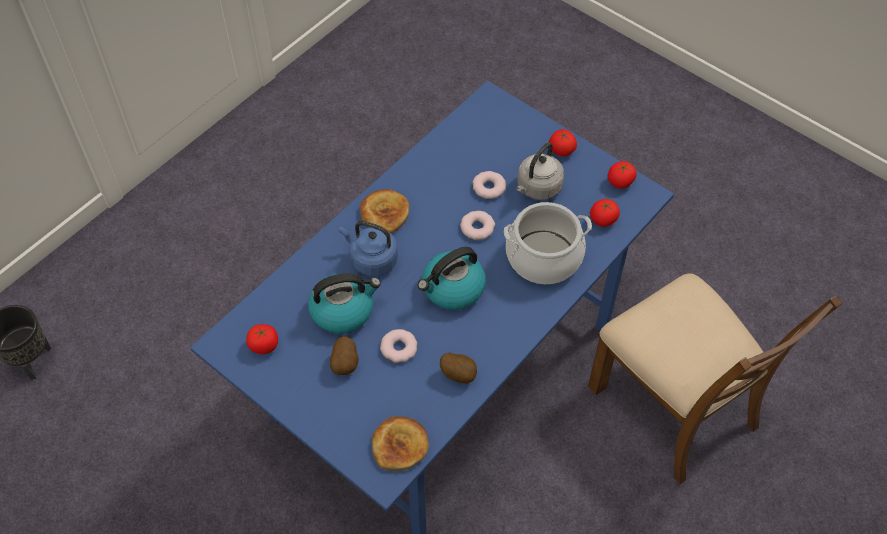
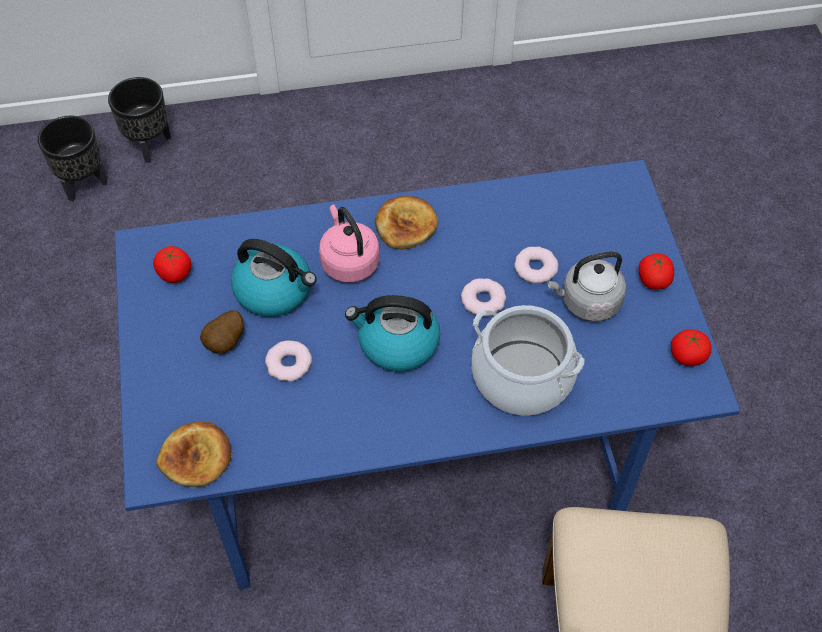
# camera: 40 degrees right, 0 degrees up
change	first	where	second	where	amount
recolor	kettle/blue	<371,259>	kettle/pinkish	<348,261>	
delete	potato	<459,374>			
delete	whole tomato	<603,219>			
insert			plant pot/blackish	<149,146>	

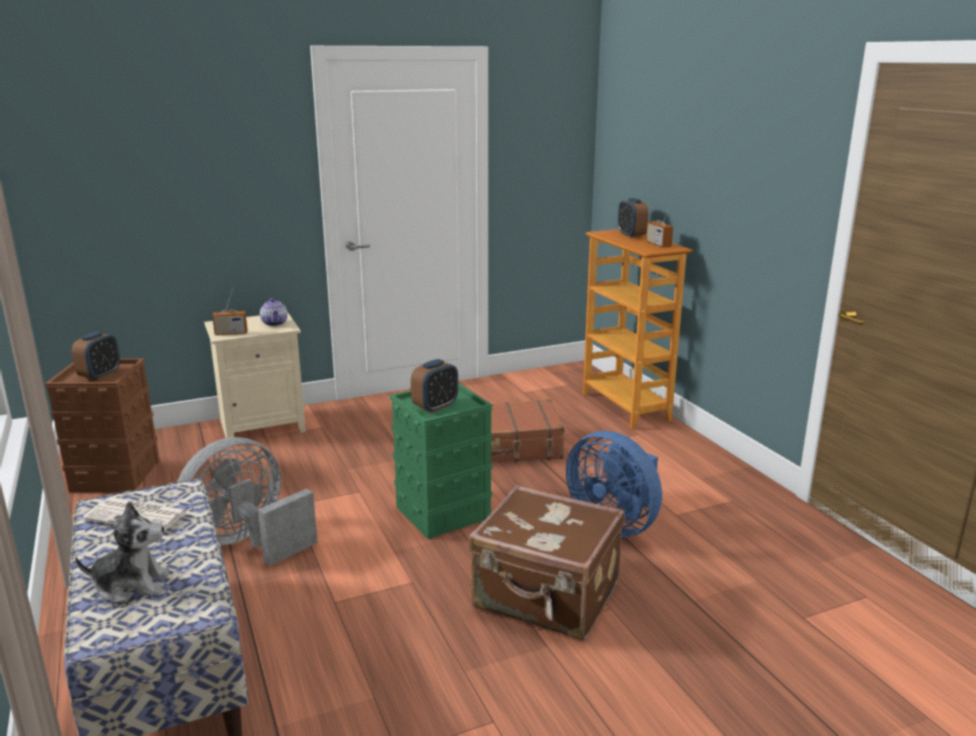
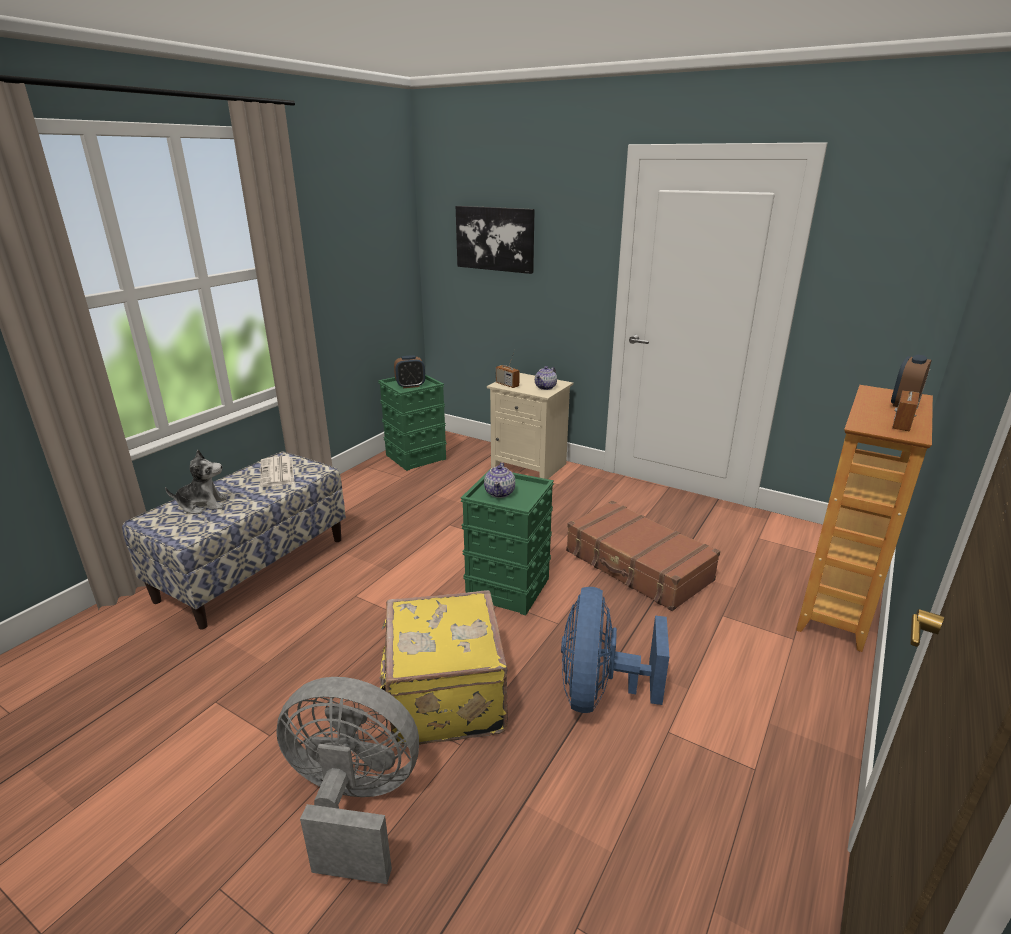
# camera: 55 degrees right, 5 degrees up
change	first	where	second	where	amount
recolor	storage box/brownish	<115,476>	storage box/green	<416,456>	
rotate	soft toy	<132,585>		<203,505>	60 degrees counterclockwise
move	fan/gray	<247,543>		<354,804>	
replace	alarm clock	<435,407>	tea pot	<500,492>	
recolor	piece of luggage/brownish	<546,597>	piece of luggage/yellow	<443,697>	
insert			wall art	<495,239>	

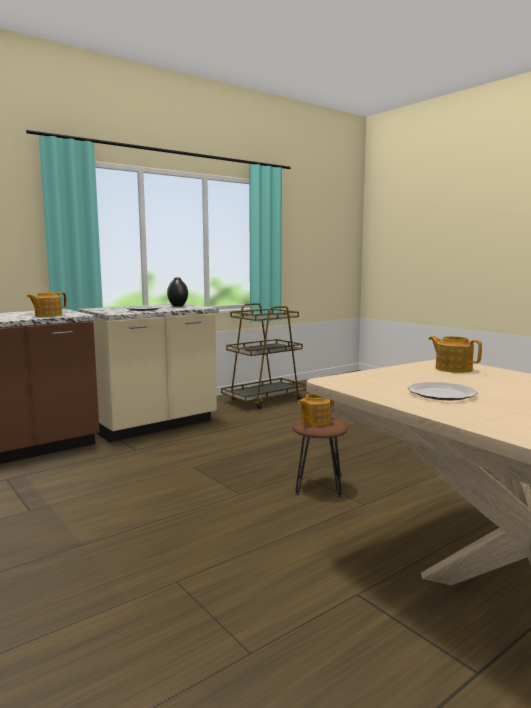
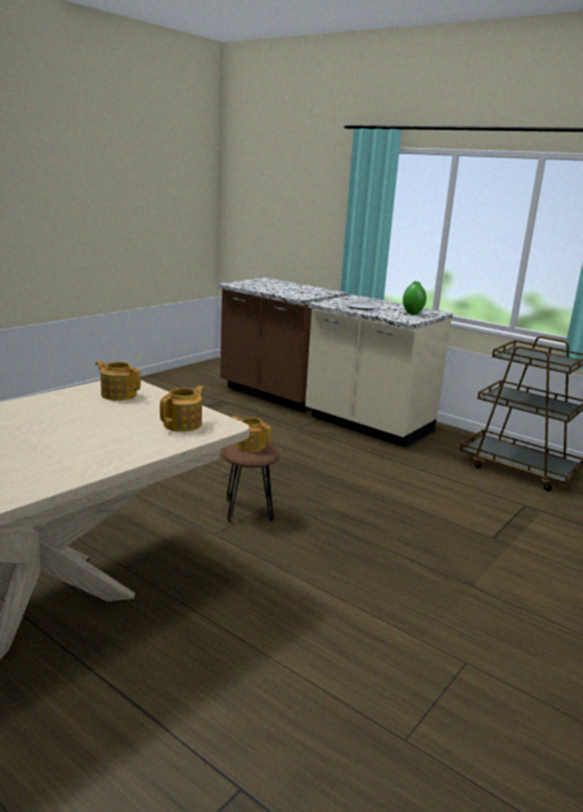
# camera: 75 degrees right, 10 degrees up
change	first	where	second	where	amount
move	tea pot	<47,315>		<118,394>	
recolor	vase/blackish	<178,306>	vase/green	<413,313>	
delete	flat dish	<442,394>			

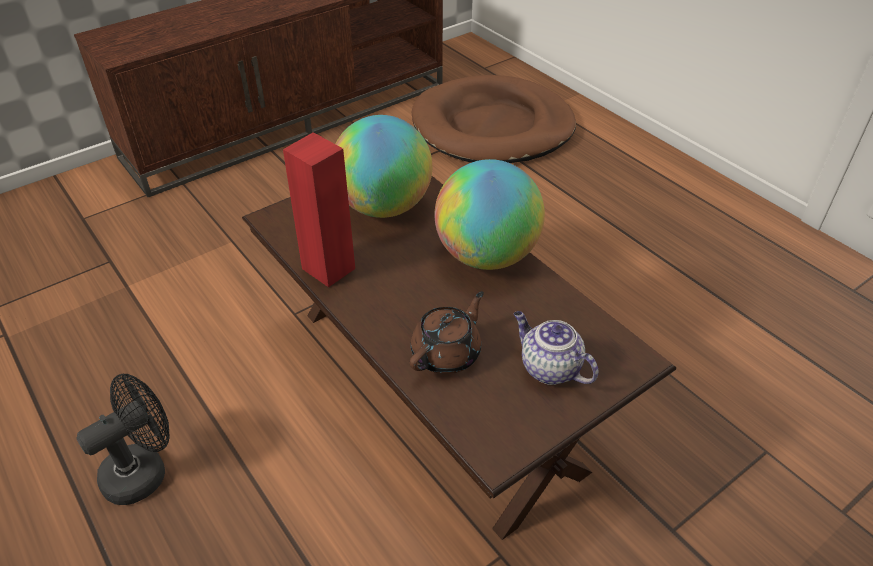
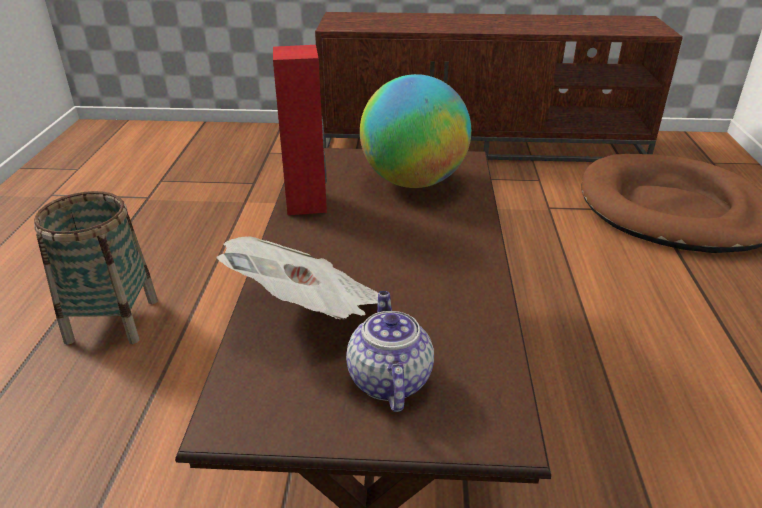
# camera: 40 degrees right, 10 degrees down
change	first	where	second	where	amount
replace	fan/blackish	<144,470>	storage basket	<112,320>	
replace	tea pot/brownish	<447,353>	printed paper	<309,310>	
delete	desk globe	<486,255>			

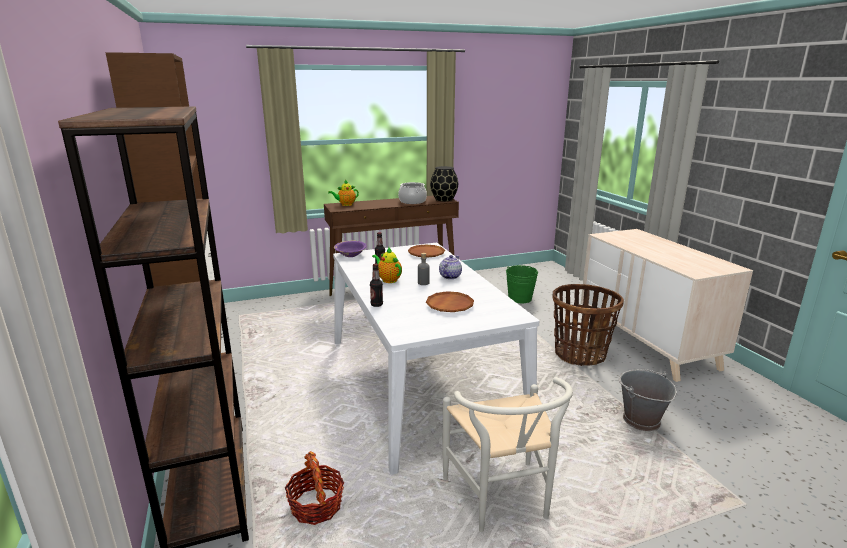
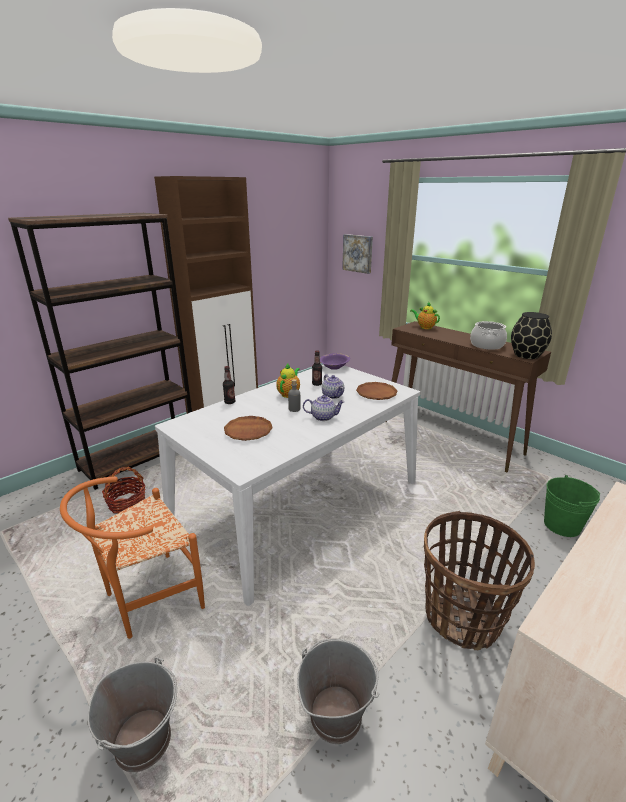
# camera: 65 degrees right, 5 degrees up
change	first	where	second	where	amount
recolor	chair/white-coloured	<502,502>	chair/orange-coloured	<146,600>	
insert			pail/gray	<144,740>	
insert			tea pot	<333,396>	
insert			wall art	<358,253>	

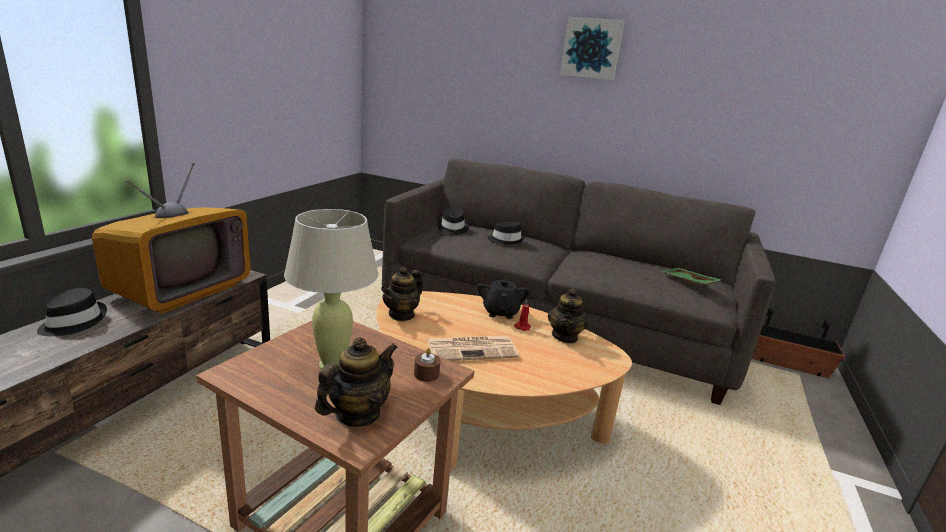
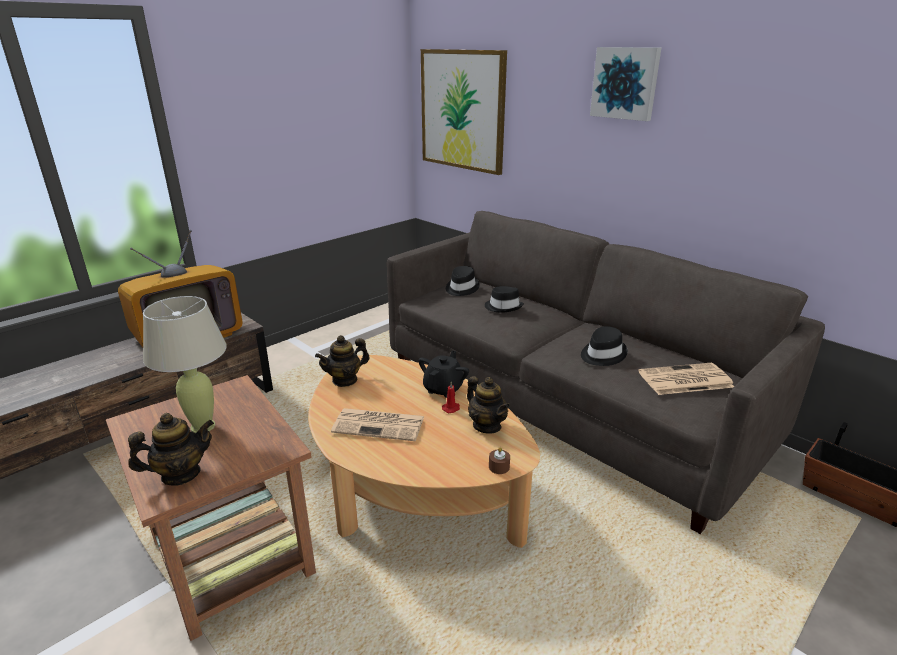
# camera: 25 degrees right, 5 degrees up
change	first	where	second	where	amount
move	hat/blackish	<73,322>		<602,354>	
move	candle/brownish	<426,374>		<499,467>	
rotate	tea pot	<565,336>		<487,425>	75 degrees counterclockwise
replace	tray/green	<688,282>	printed paper	<684,380>	
insert			wall art	<462,110>	

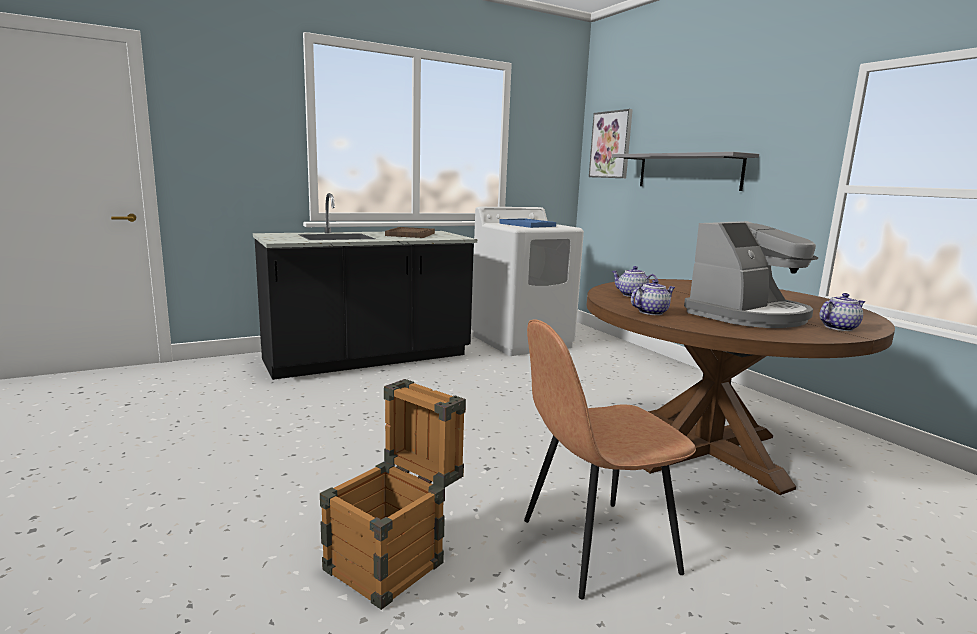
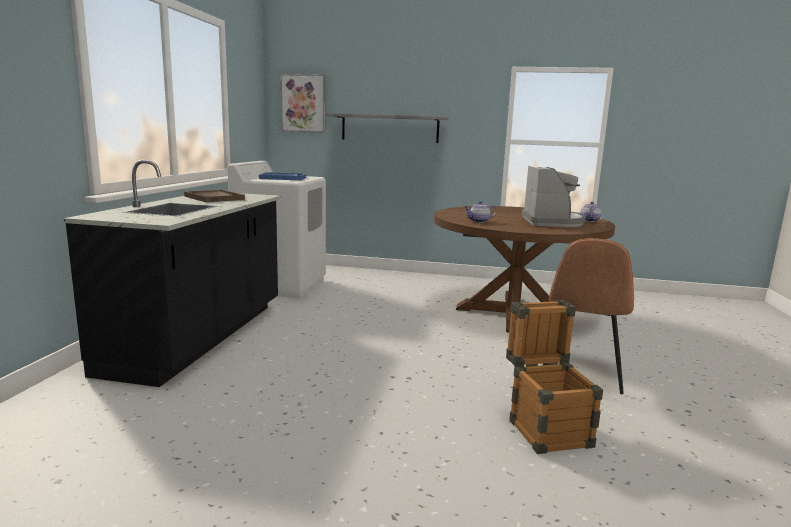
# camera: 50 degrees left, 0 degrees up
change	first	where	second	where	amount
delete	tea pot	<651,312>			

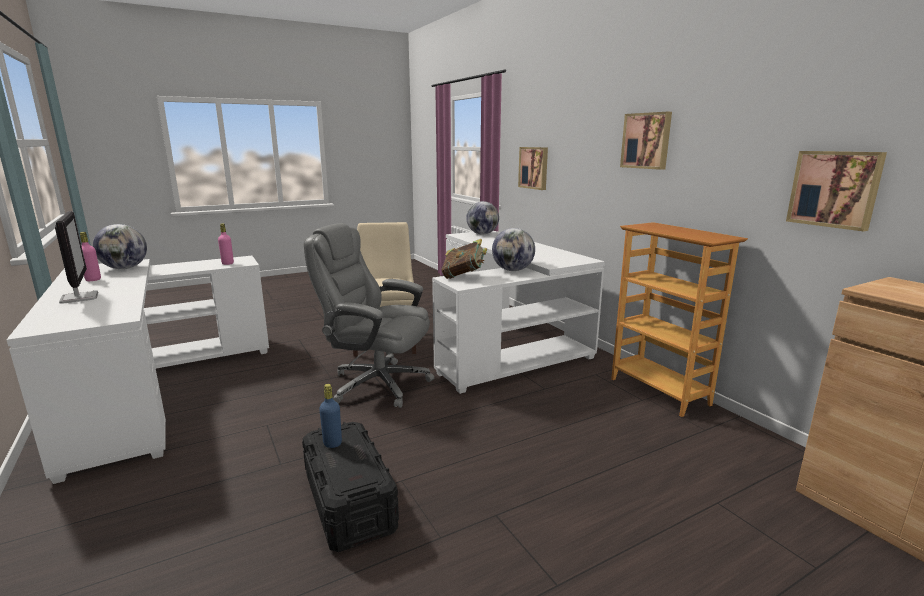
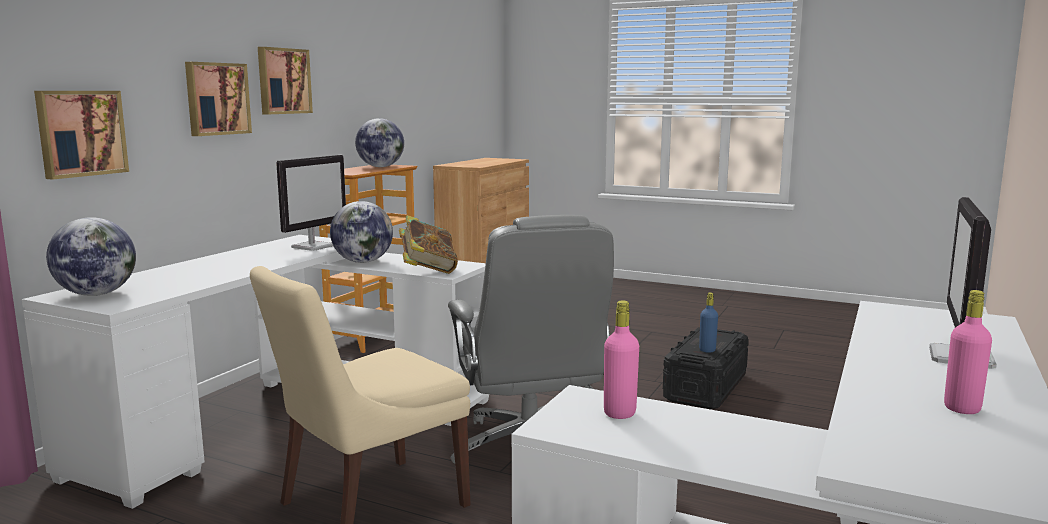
# camera: 125 degrees left, 5 degrees down
change	first	where	second	where	amount
move	desk globe	<125,268>		<380,167>	
move	wall art	<834,189>		<216,99>	
insert			monitor	<313,246>	

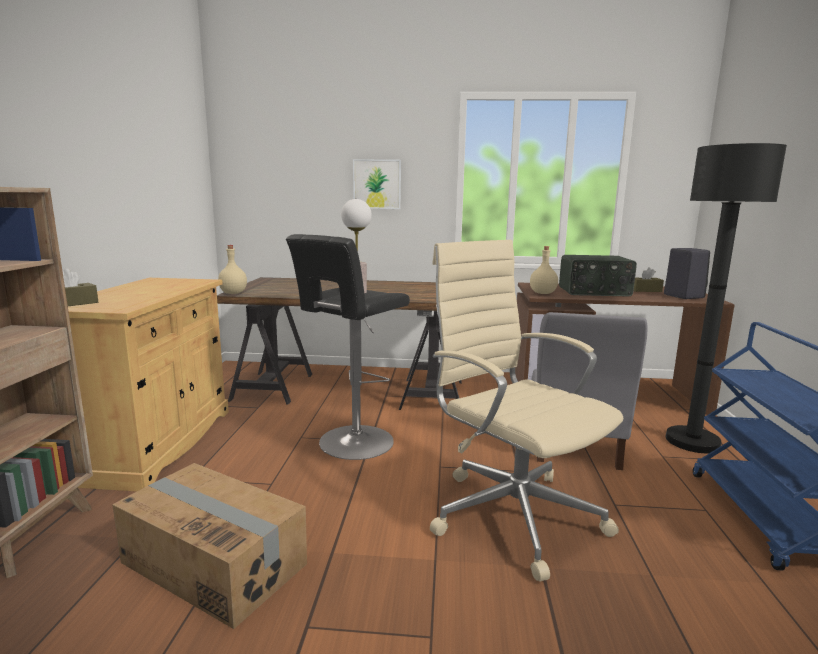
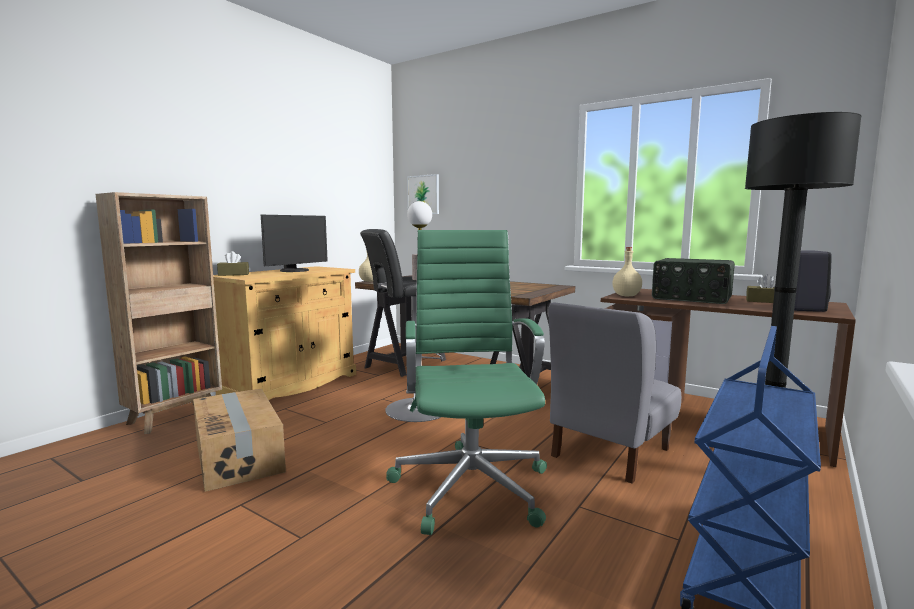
# camera: 30 degrees right, 5 degrees down
change	first	where	second	where	amount
move	wall art	<377,184>		<423,194>	
recolor	desk chair/beige-coloured	<512,513>	desk chair/green	<471,485>	
insert			monitor	<295,271>	

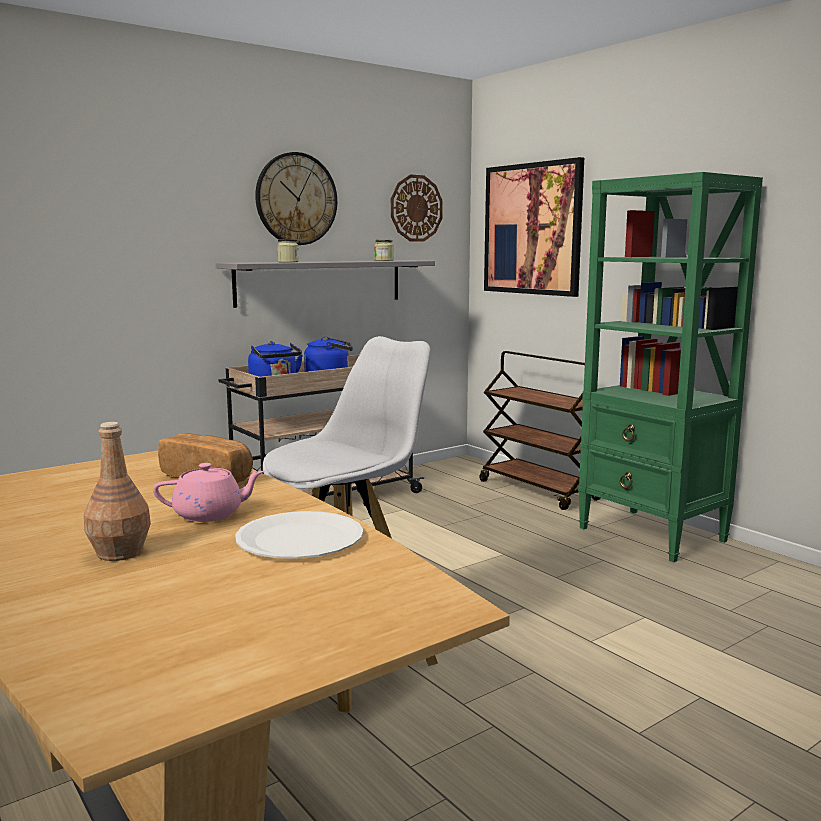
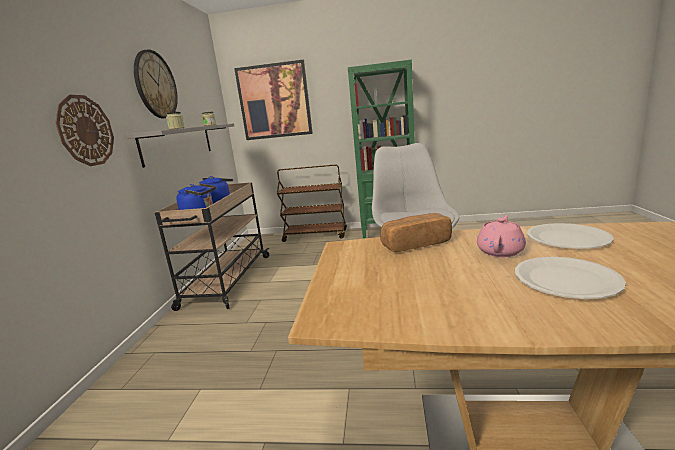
# camera: 45 degrees left, 5 degrees up
change	first	where	second	where	amount
replace	bottle/brownish	<121,552>	flat dish/white-coloured	<566,279>	
move	clock on the wall	<416,208>		<86,131>	

